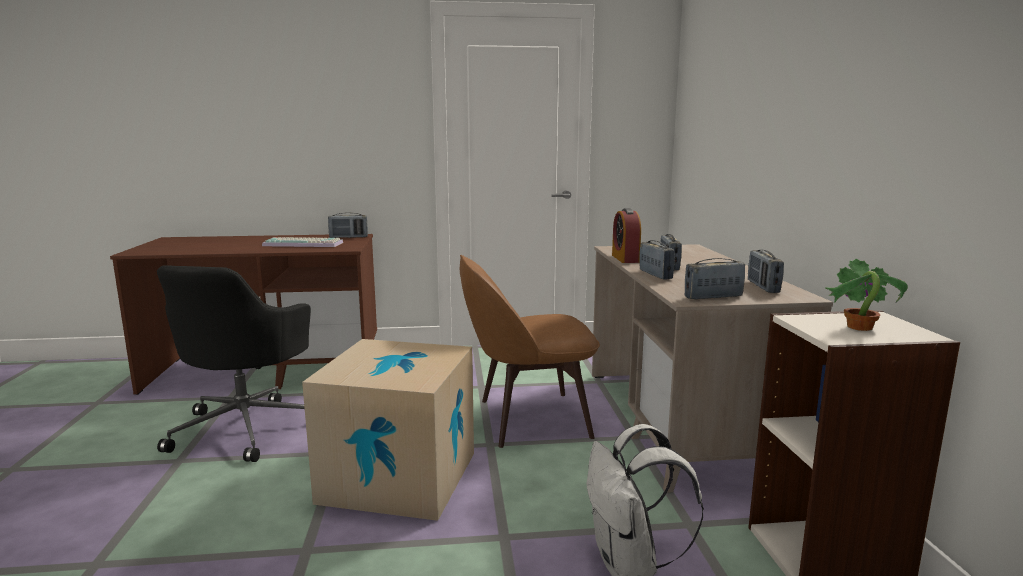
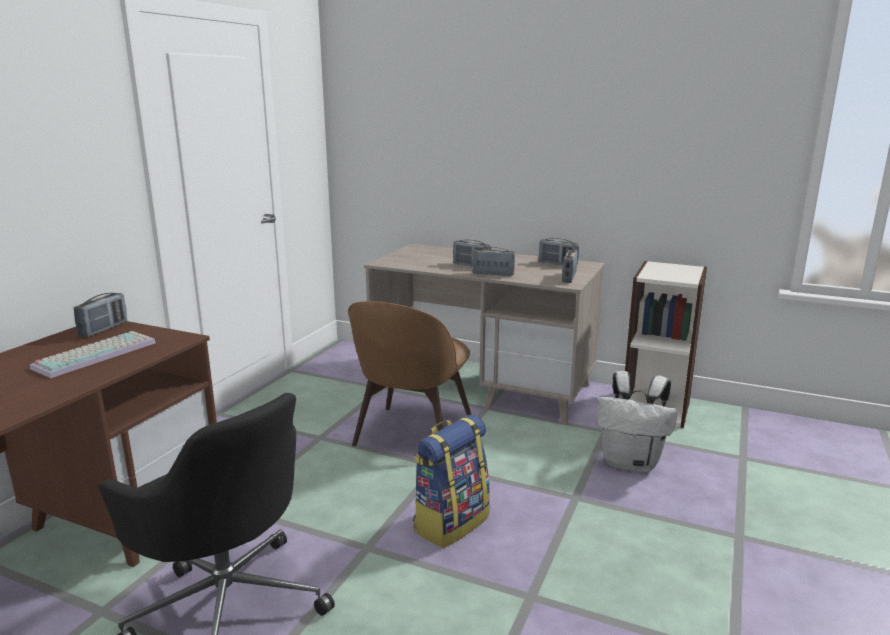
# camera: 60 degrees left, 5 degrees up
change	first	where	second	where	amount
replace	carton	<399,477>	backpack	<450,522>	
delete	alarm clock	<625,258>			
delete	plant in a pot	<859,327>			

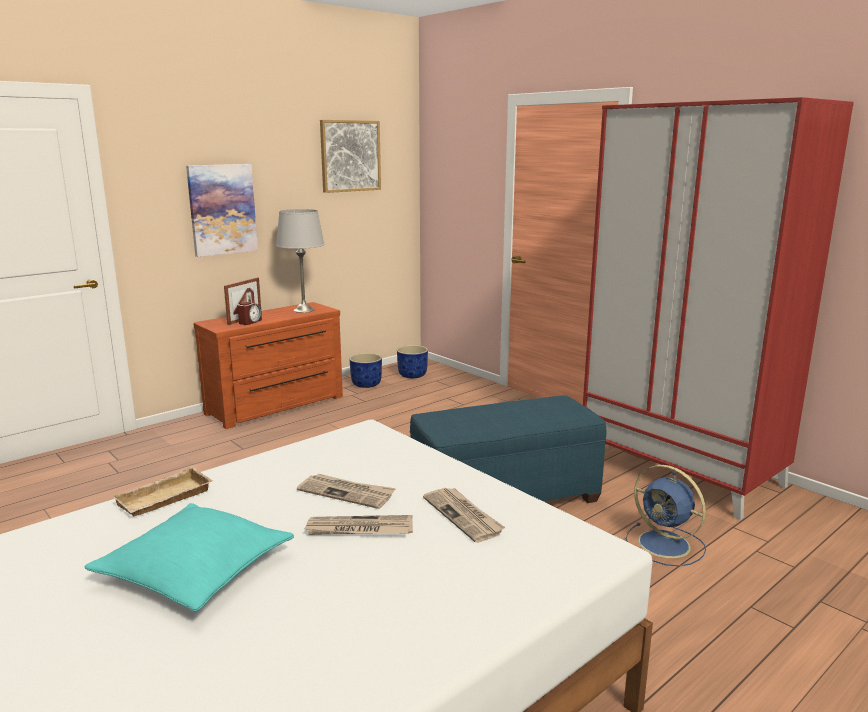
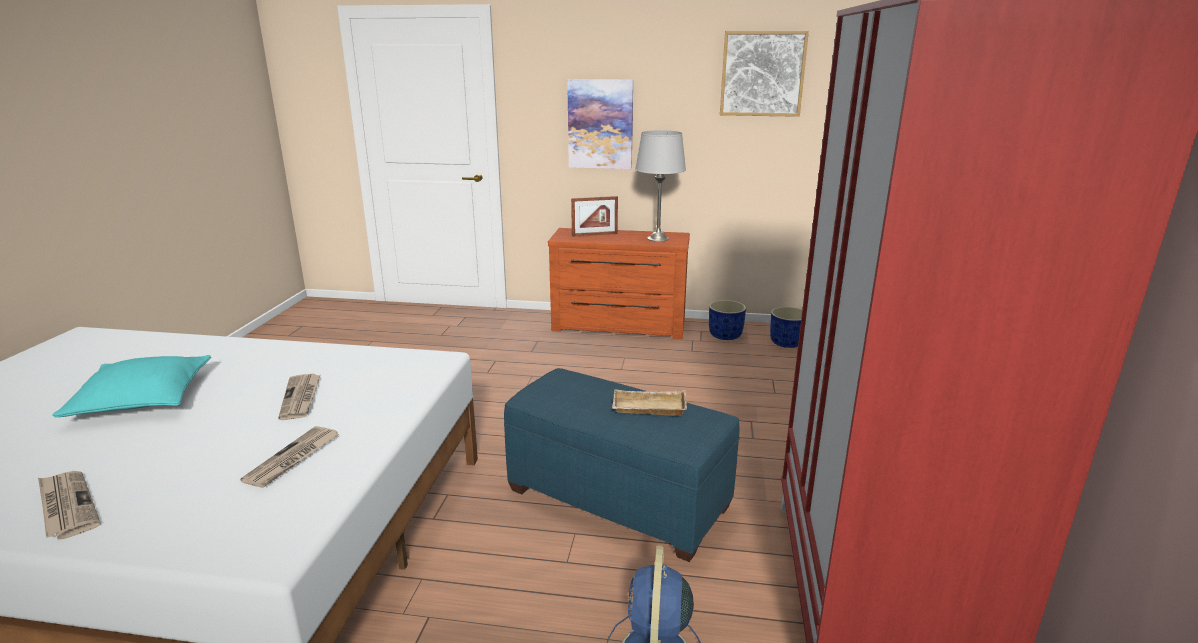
# camera: 50 degrees right, 5 degrees up
change	first	where	second	where	amount
move	tray/beige-coloured	<164,499>		<648,408>	
delete	alarm clock	<250,322>			
move	printed paper	<359,529>		<67,506>	

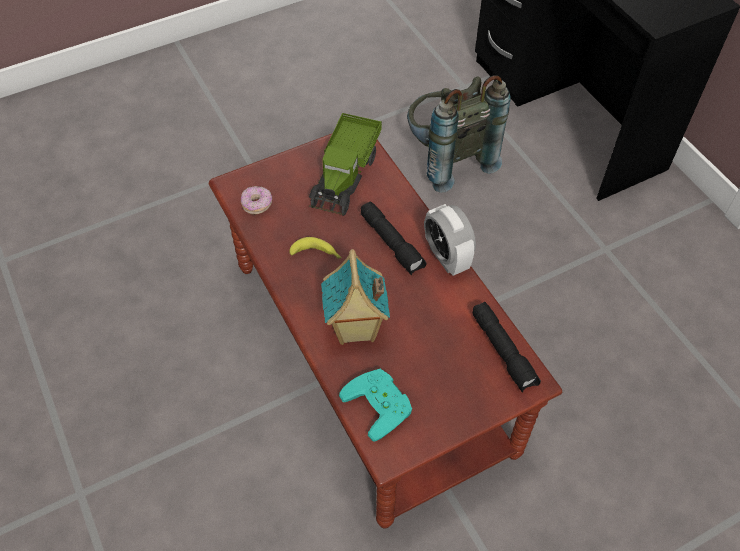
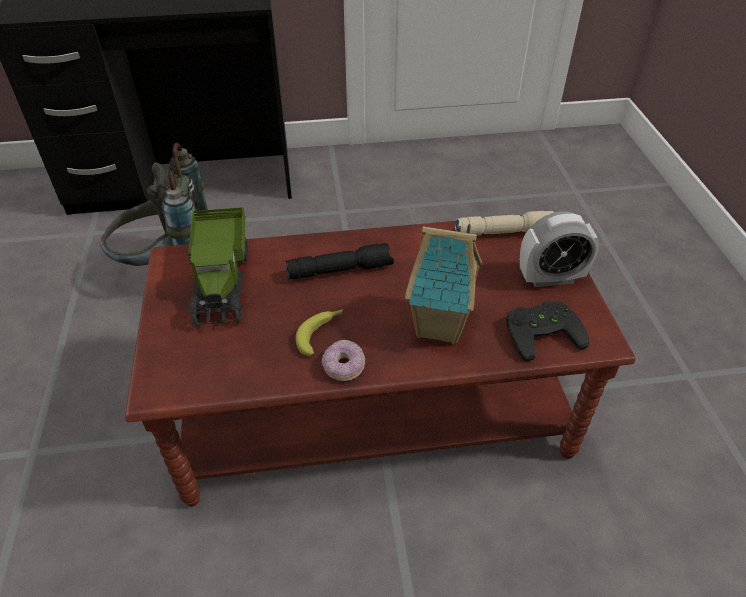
# camera: 70 degrees left, 10 degrees down
change	first	where	second	where	amount
move	ring doughnut	<257,204>		<343,367>	
rotate	toy truck	<346,176>		<222,280>	45 degrees clockwise
recolor	joypad/blue-green	<381,404>	joypad/blackish	<541,330>	
move	alarm clock	<446,257>		<551,278>	
recolor	torch/blackish	<504,351>	torch/beige-coloured	<505,232>	

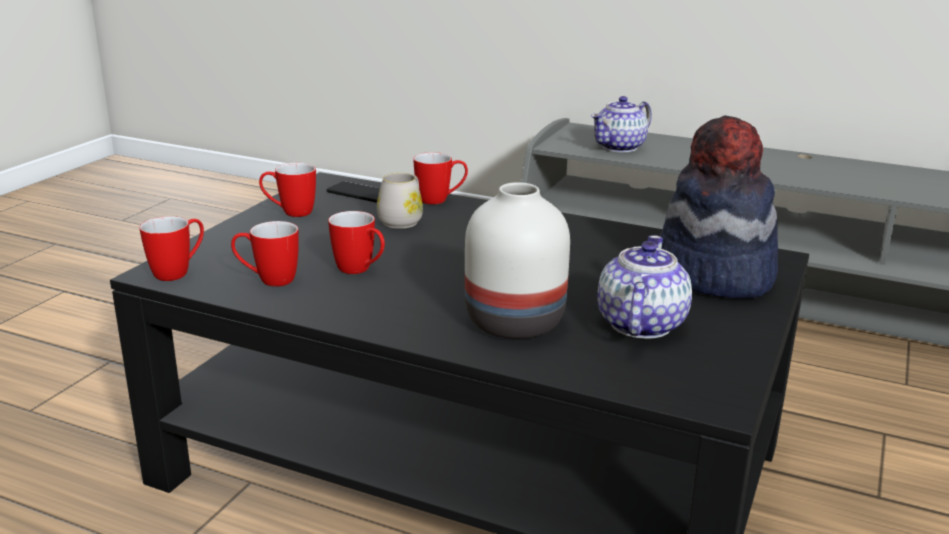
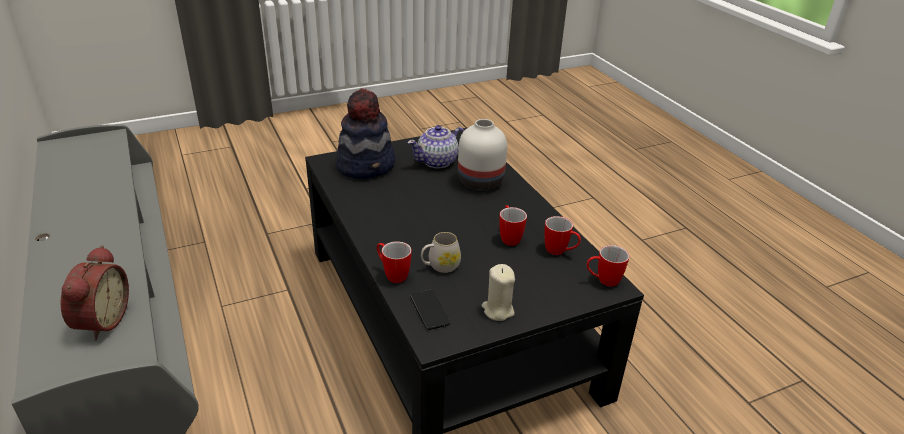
# camera: 140 degrees left, 10 degrees up
change	first	where	second	where	amount
replace	tea mug	<290,213>	candle/beige-coloured	<498,310>	
replace	tea pot	<620,147>	alarm clock	<100,321>	

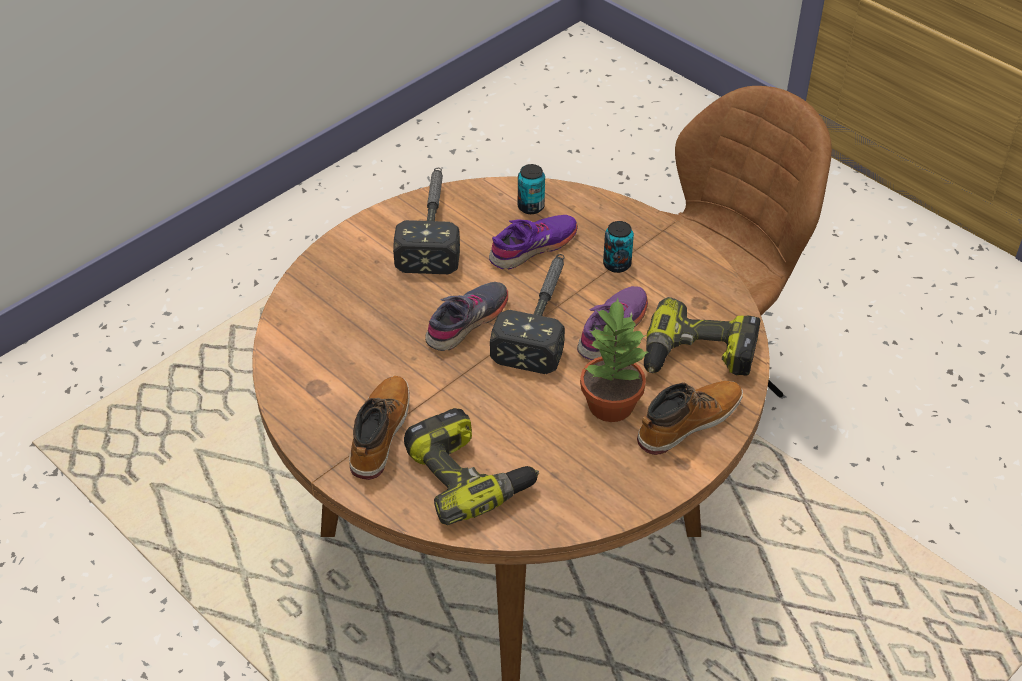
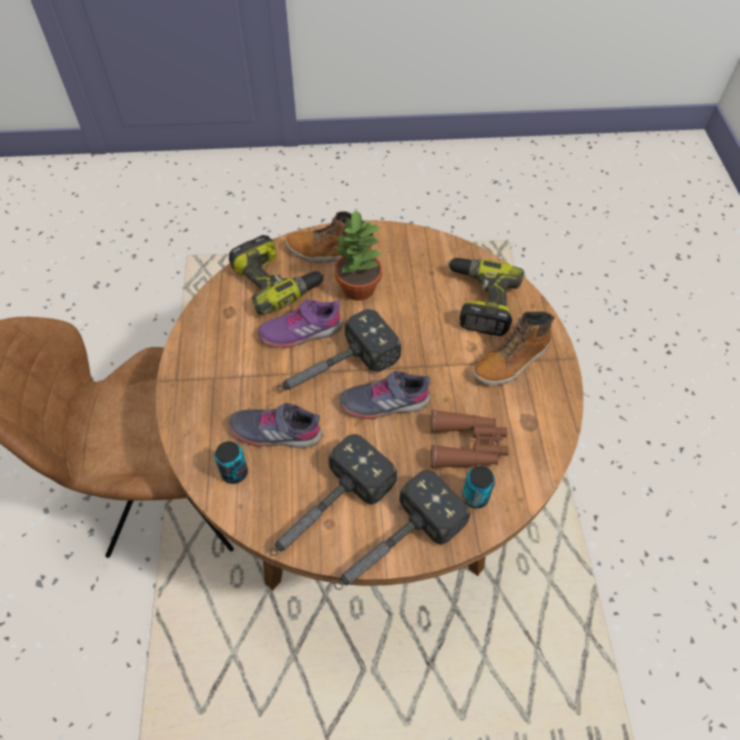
# camera: 140 degrees left, 10 degrees up
change	first	where	second	where	amount
recolor	item of footwear/purplish	<533,247>	item of footwear/gray	<276,431>	
move	sealed can	<617,264>		<475,496>	
insert			hammer	<393,546>	
insert			field glasses/brownish	<467,445>	

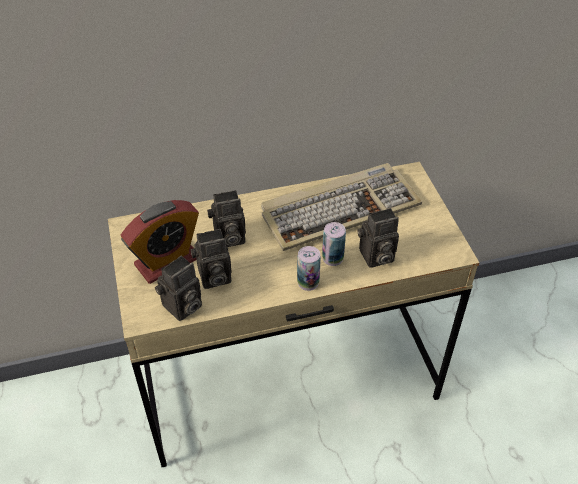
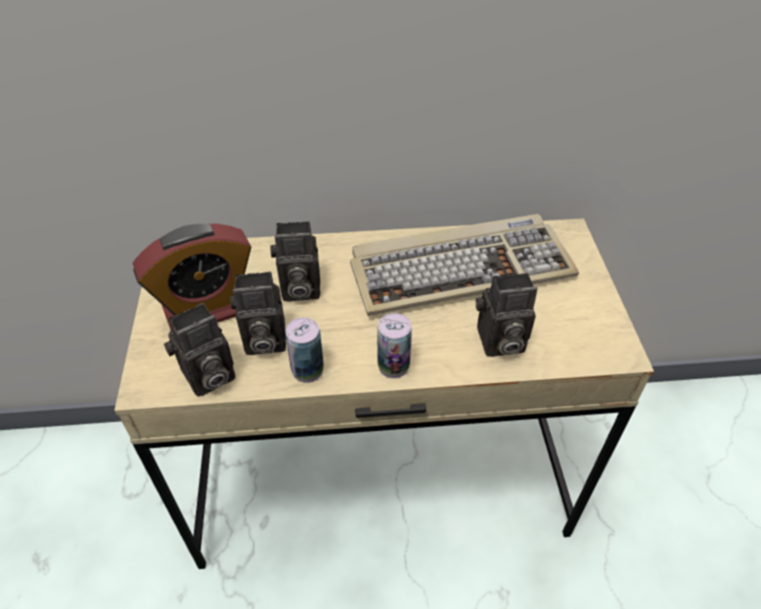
# camera: 10 degrees right, 0 degrees up
change	first	where	second	where	amount
move	sealed can	<332,258>		<307,370>	

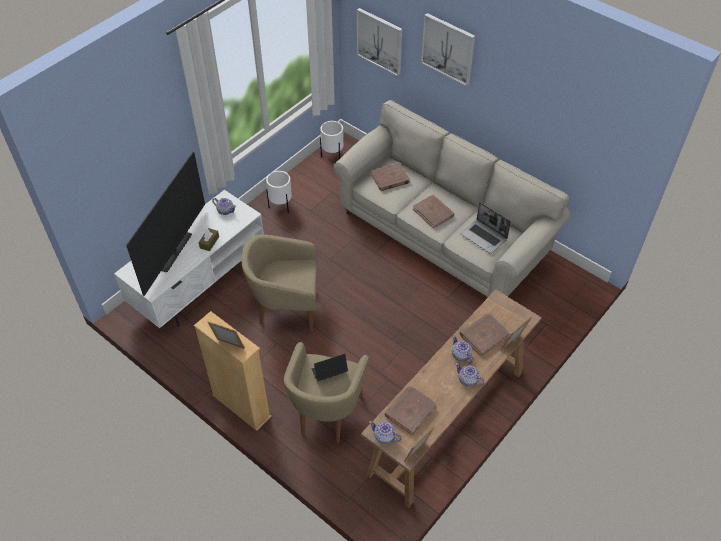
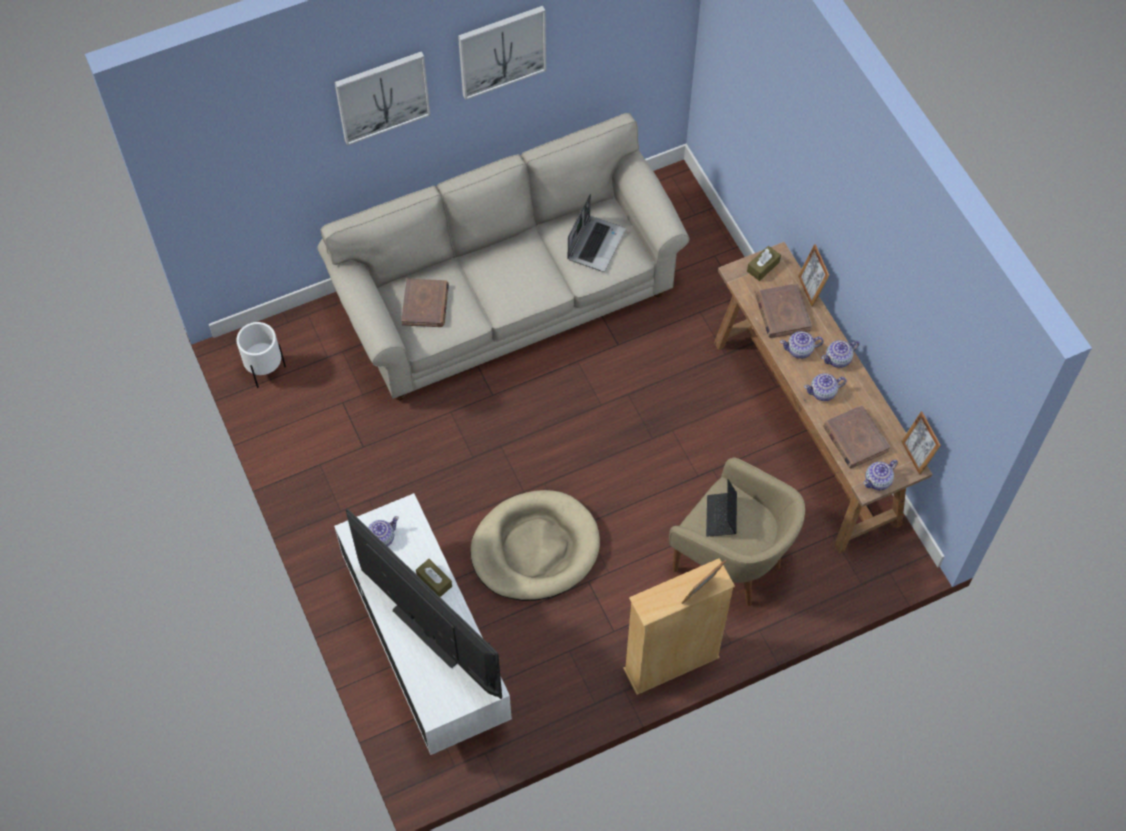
# camera: 65 degrees left, 10 degrees up
change	first	where	second	where	amount
replace	armchair/beige-coloured	<286,309>	dog bed/beige-coloured	<535,548>	
delete	plant pot/white-coloured	<281,206>			
move	wall art	<380,41>		<502,51>	
delete	volume/brownish	<433,212>			
rotate	portable computer	<484,237>		<595,244>	45 degrees counterclockwise
insert			tissue box/brownish	<763,267>	
insert			tea pot	<823,392>	

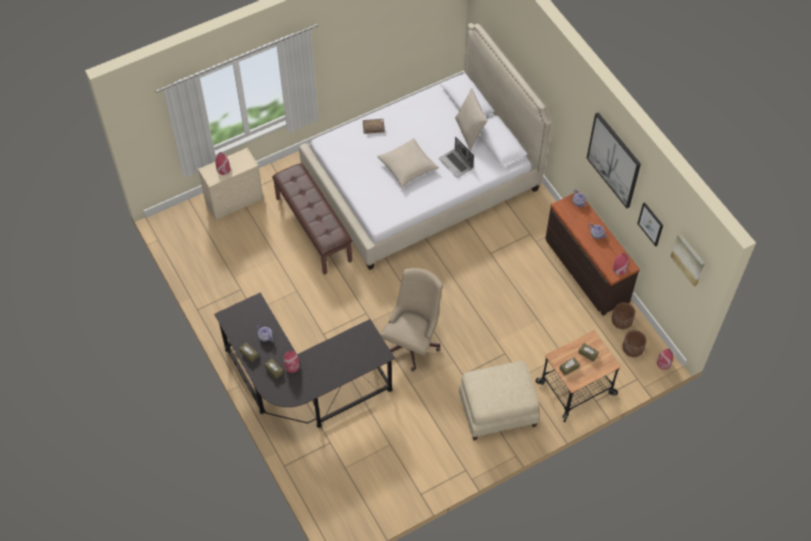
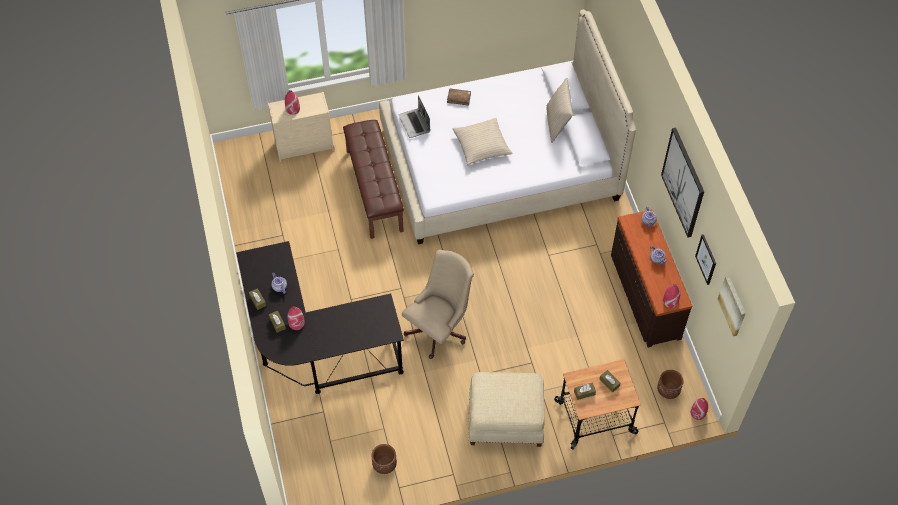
# camera: 15 degrees right, 0 degrees up
change	first	where	second	where	amount
move	portable computer	<456,163>		<415,124>	
move	plant pot/brownish	<621,322>		<384,465>	

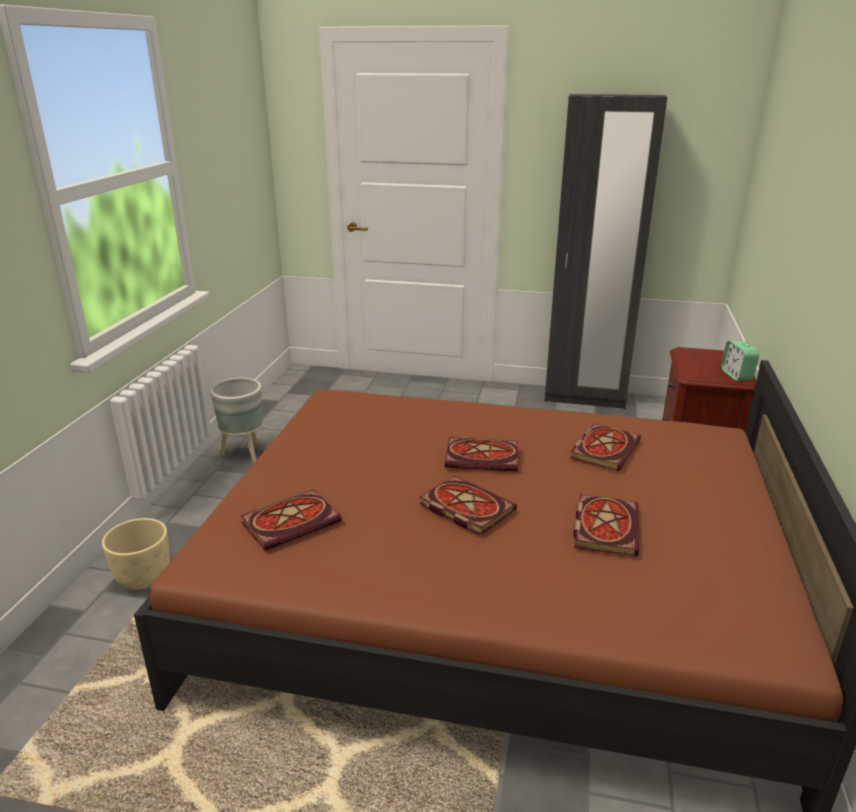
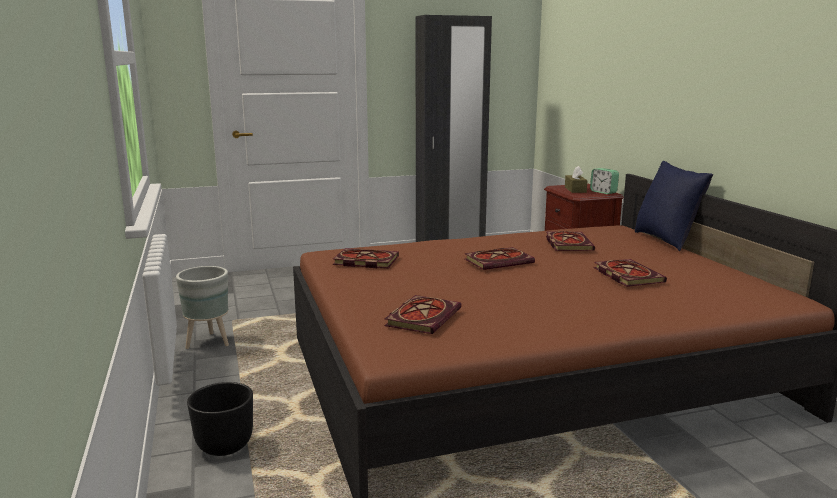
# camera: 30 degrees left, 10 degrees down
change	first	where	second	where	amount
recolor	plant pot/beige-coloured	<143,578>	plant pot/blackish	<224,446>	
move	volume	<464,507>		<364,261>	
insert			tissue box/brownish	<575,189>	
insert			throw pillow/blue	<666,240>	

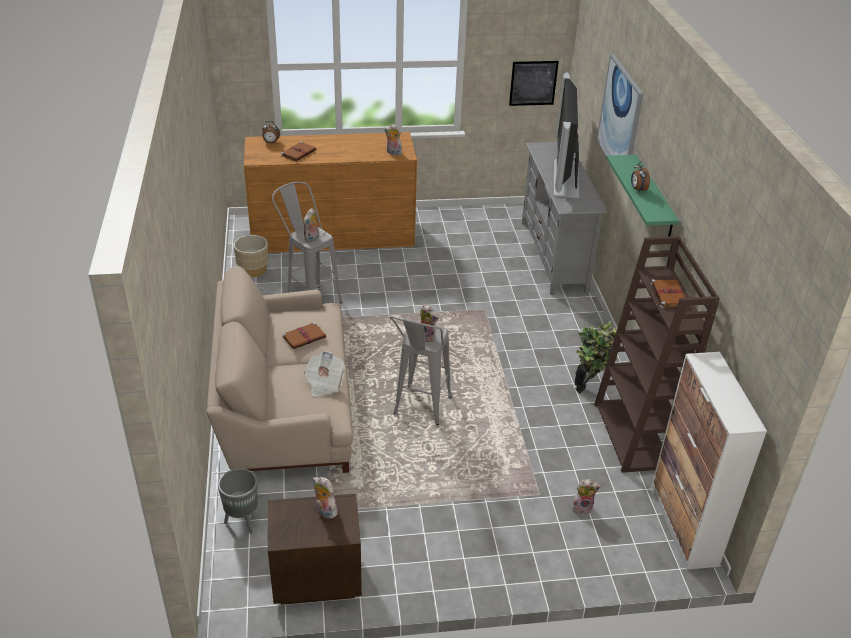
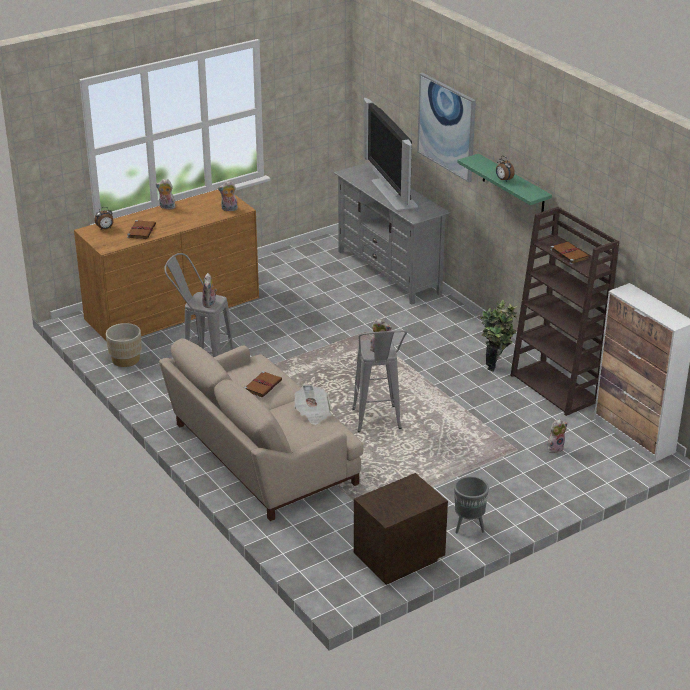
# camera: 25 degrees left, 5 degrees down
change	first	where	second	where	amount
move	plant pot/gray	<242,521>		<468,527>	
move	soft toy	<324,511>		<166,207>	
delete	wall art	<533,83>			

